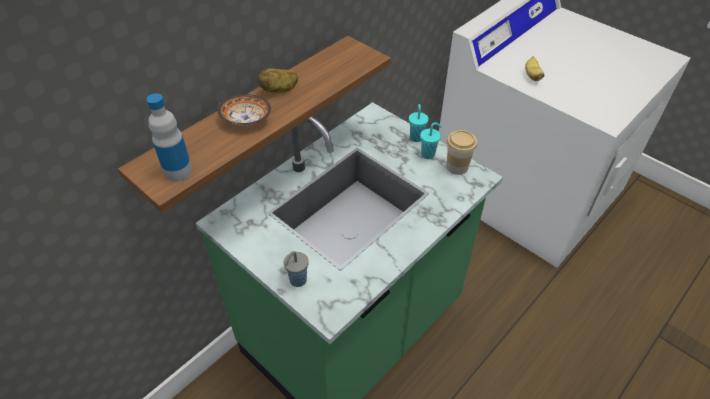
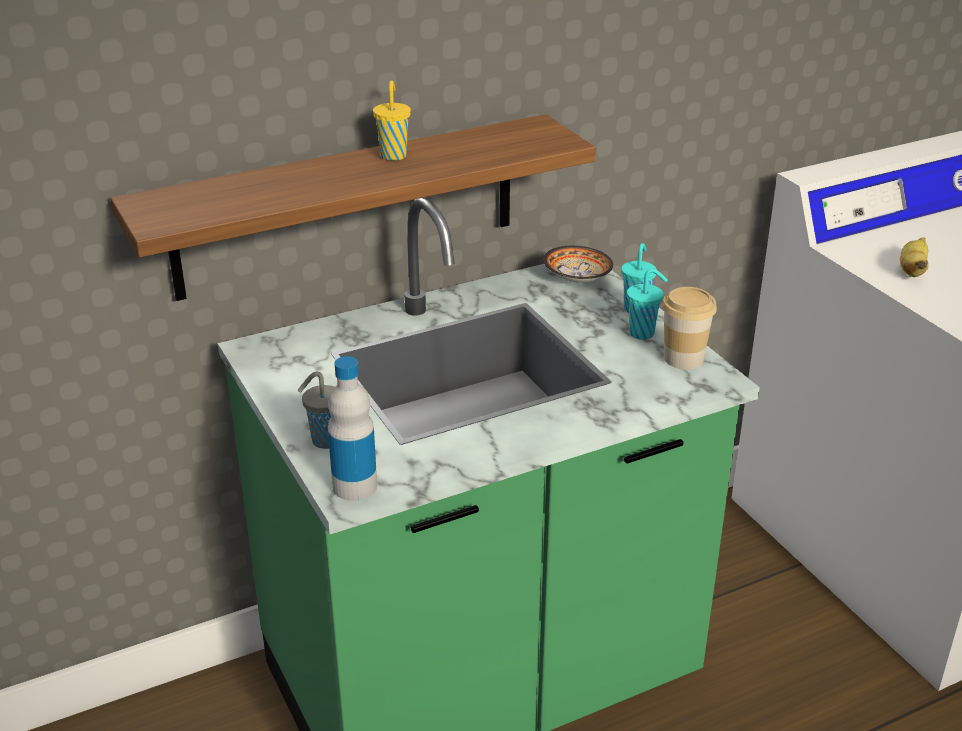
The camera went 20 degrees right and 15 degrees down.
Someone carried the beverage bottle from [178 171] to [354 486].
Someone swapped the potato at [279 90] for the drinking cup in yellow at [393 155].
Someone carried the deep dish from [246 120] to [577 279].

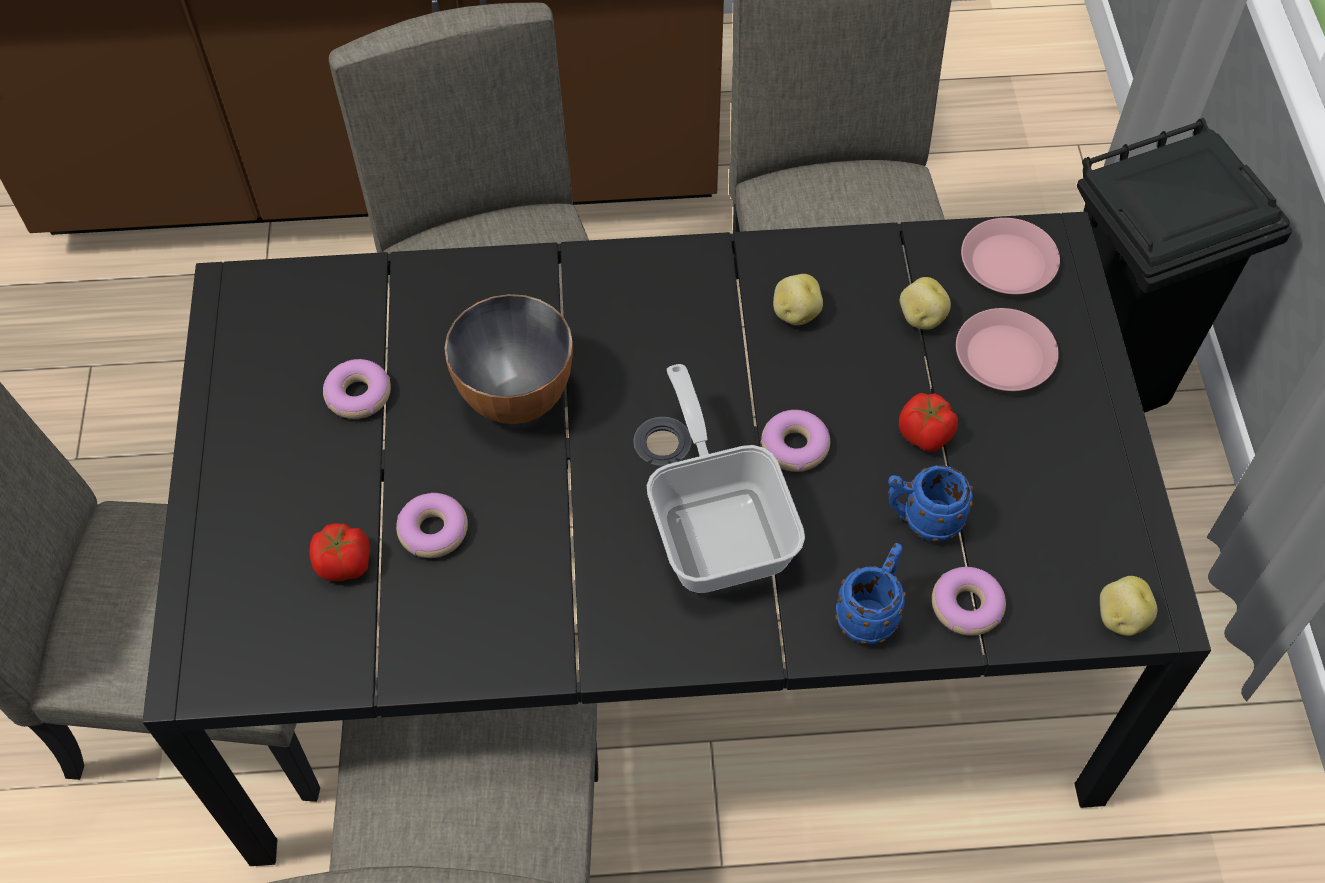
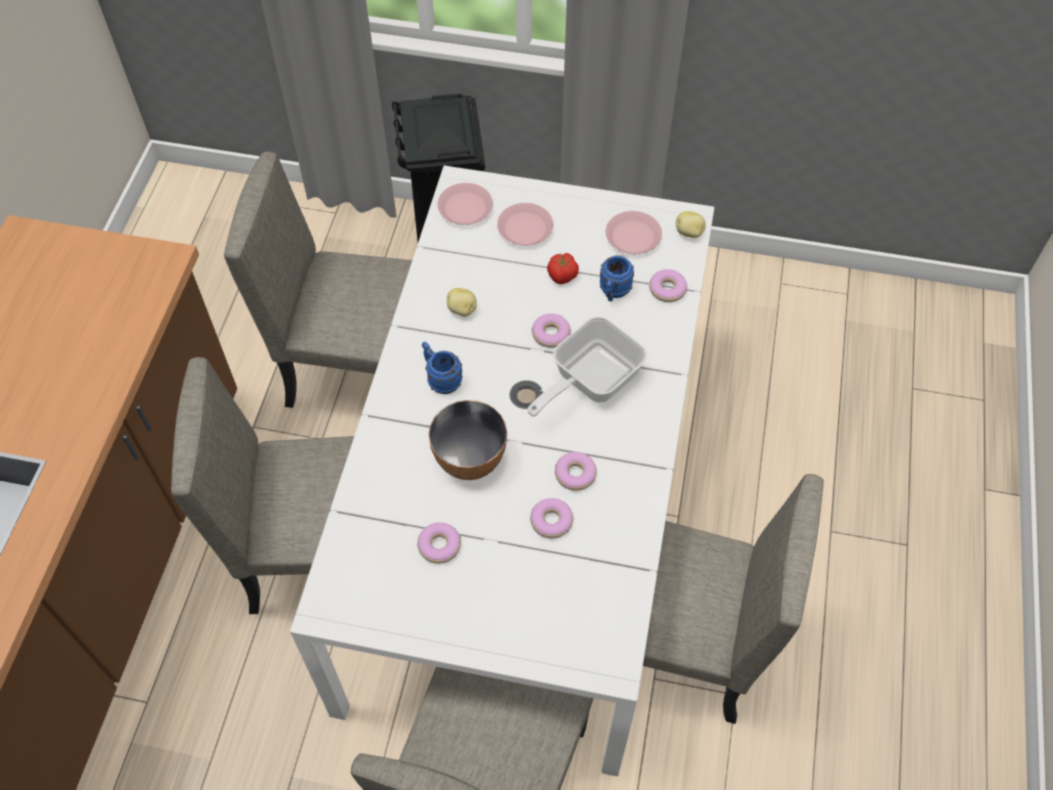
The camera went 75 degrees left and 0 degrees up.
Someone repainted the kitchen table in black at [664 625], which became the kitchen table in white-coloured at [525 508].
Someone carried the tea mug in blue-coloured from [871 612] to [441 379].
Someone rotated the skillet at [719 523] by 45 degrees counterclockwise.
Someone put down the ring doughnut at [575 474].
Someone put down the dinner plate in pink at [633 236].
Someone took away the fresh tomato at [345 564].
Someone took away the potato at [921 317].

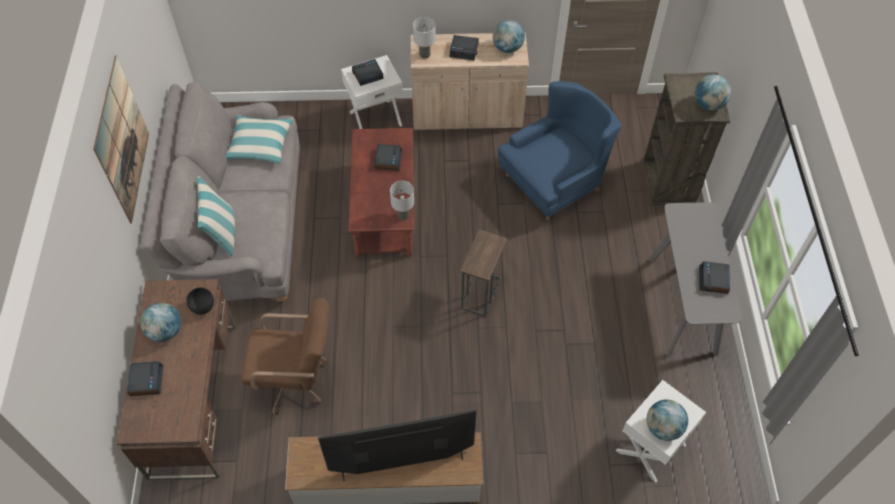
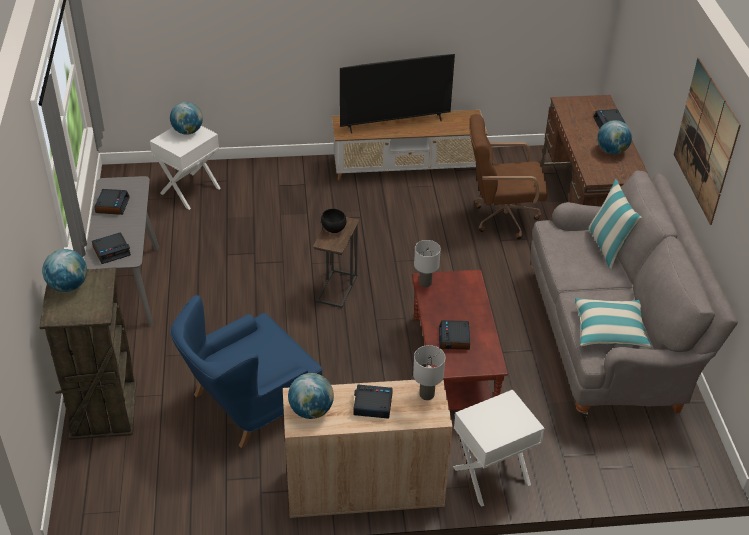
The camera went 175 degrees right and 15 degrees down.
Someone carried the table clock from [367 75] to [112 251].
Someone carried the deep dish in black from [203 307] to [333 229].

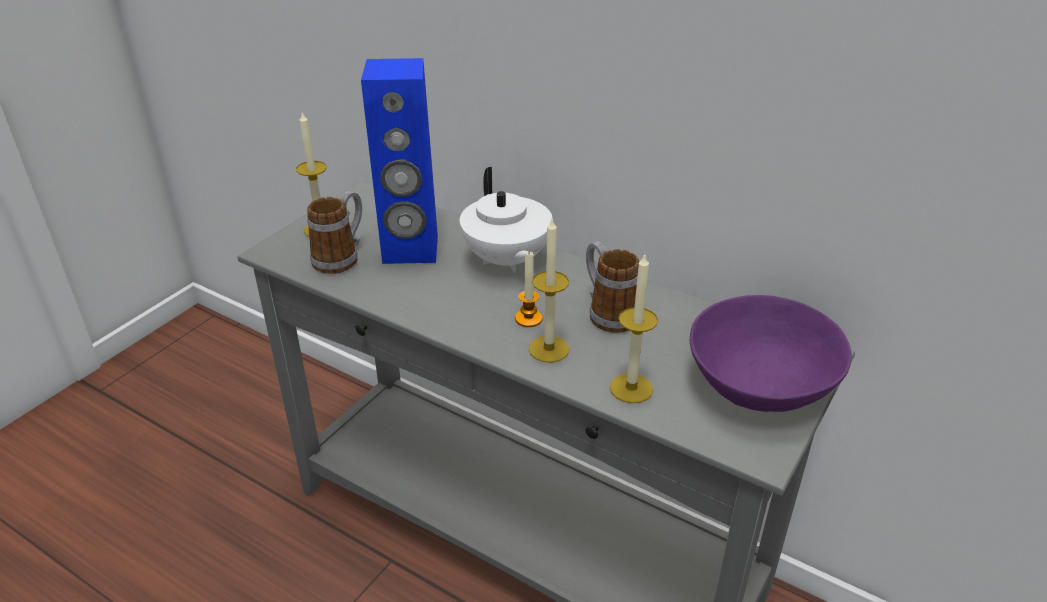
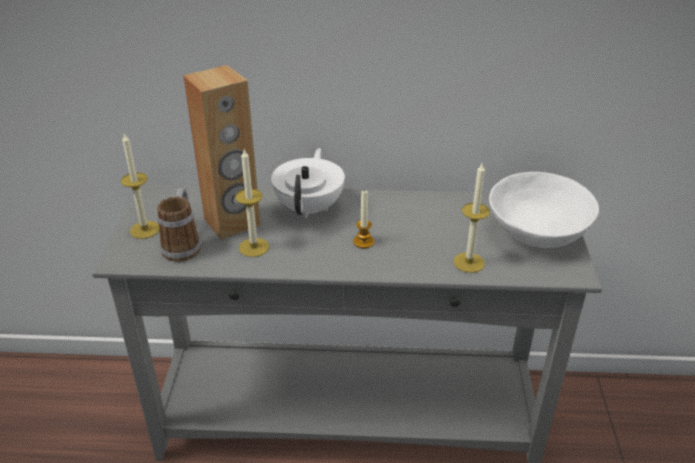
The camera went 30 degrees left and 0 degrees up.
Someone repainted the audio speaker in blue-coloured at [410 250], which became the audio speaker in brown at [232 223].
Someone carried the wax light from [549 349] to [254 247].
Someone rotated the pot for tea in white-coloured at [506 260] by 120 degrees counterclockwise.
Someone repainted the deep dish in purple-coloured at [760 383], which became the deep dish in white-coloured at [536 231].
Someone took away the tea mug at [607 312].

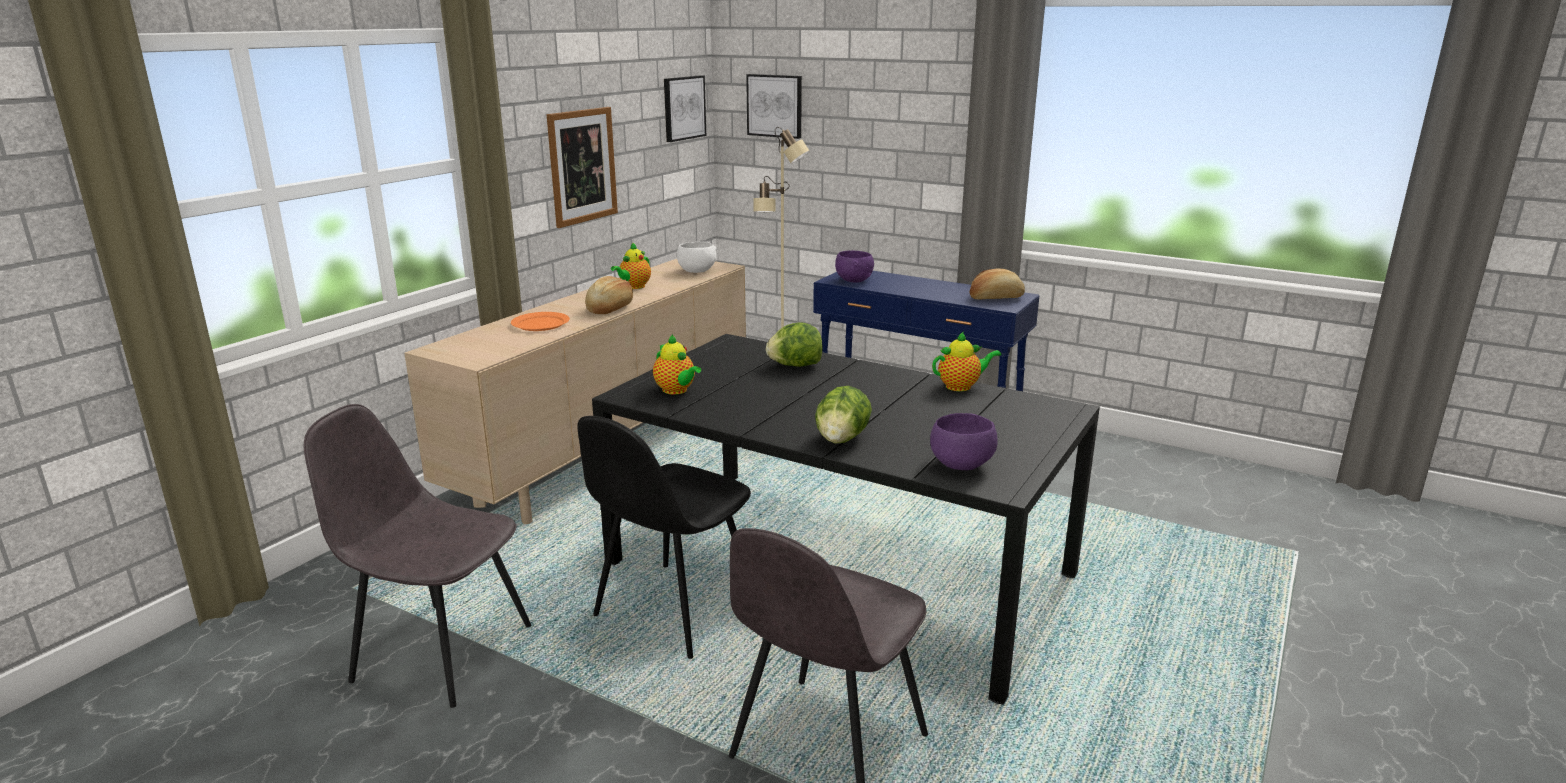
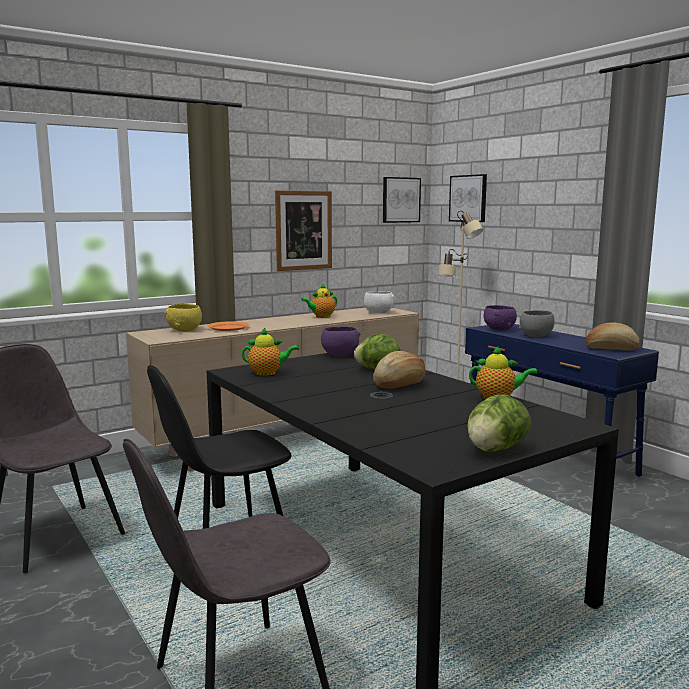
The camera went 25 degrees right and 10 degrees down.
Someone put down the deep dish in yellow at [185 330].
Someone rotated the pot for tea at [676 391] by 75 degrees counterclockwise.
Someone carried the deep dish in purple-coloured from [960 465] to [339 355].
Someone carried the bakery bread from [610 308] to [400 384].
Someone carried the lettuce head from [842 439] to [495 450].
Someone put down the deep dish in gray at [536 336].

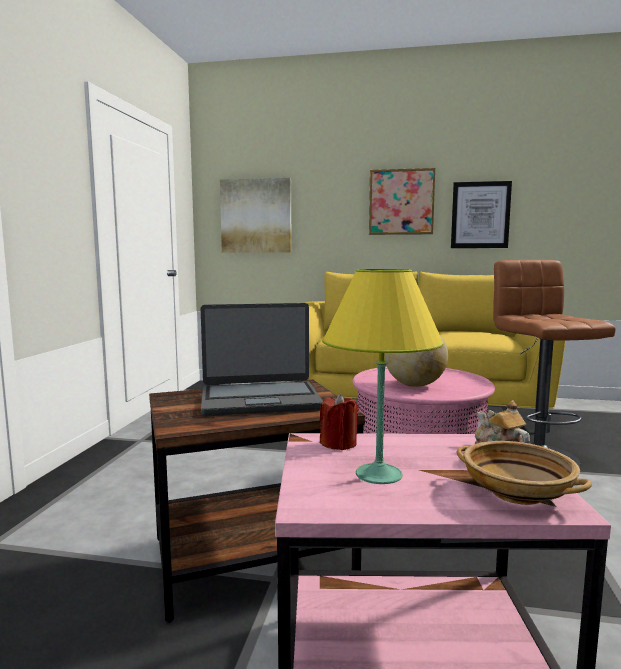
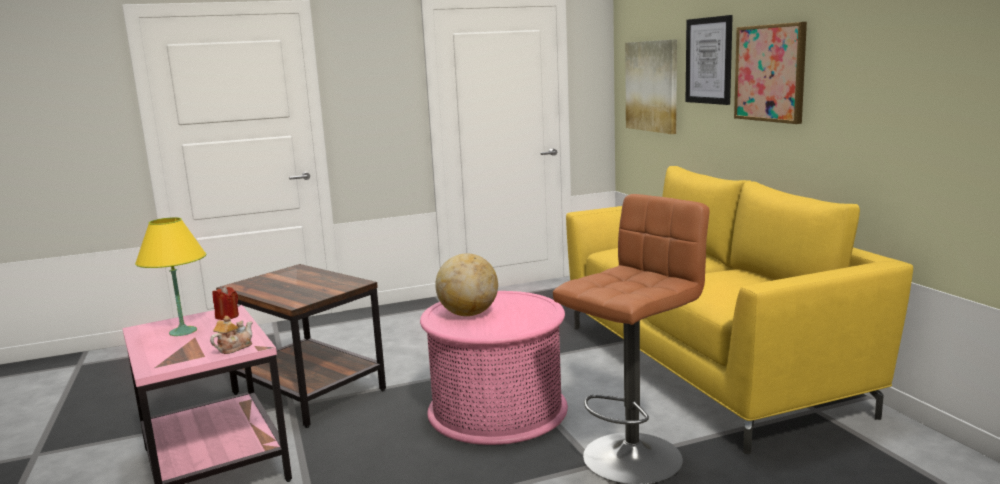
The camera went 60 degrees right and 5 degrees up.
Someone carried the wall art from [480 215] to [709 60].
Someone took away the notebook computer at [260 399].
Someone took away the deep dish in beige-coloured at [518 493].

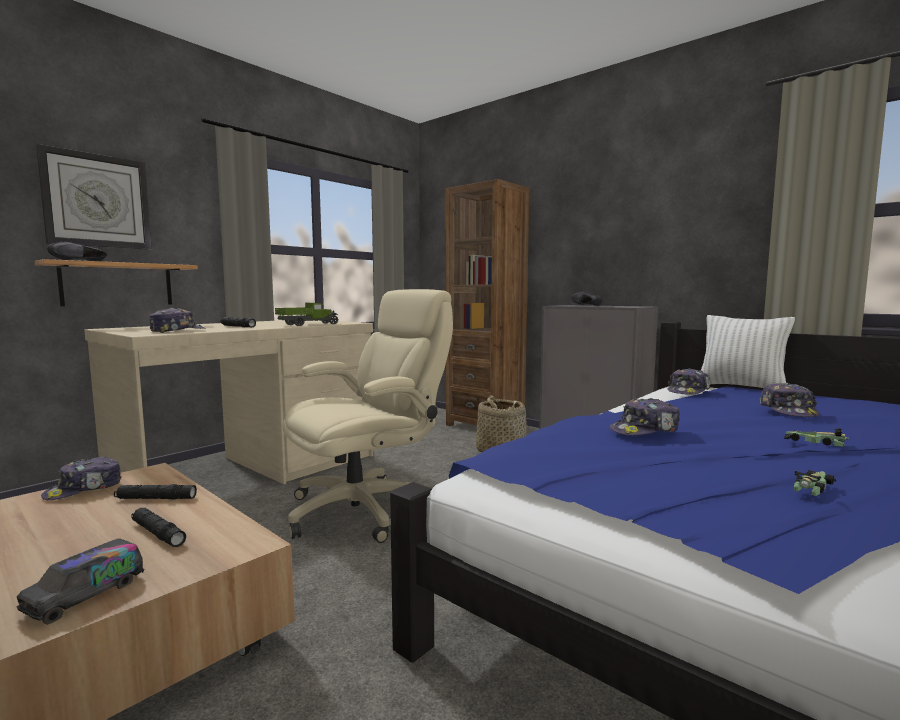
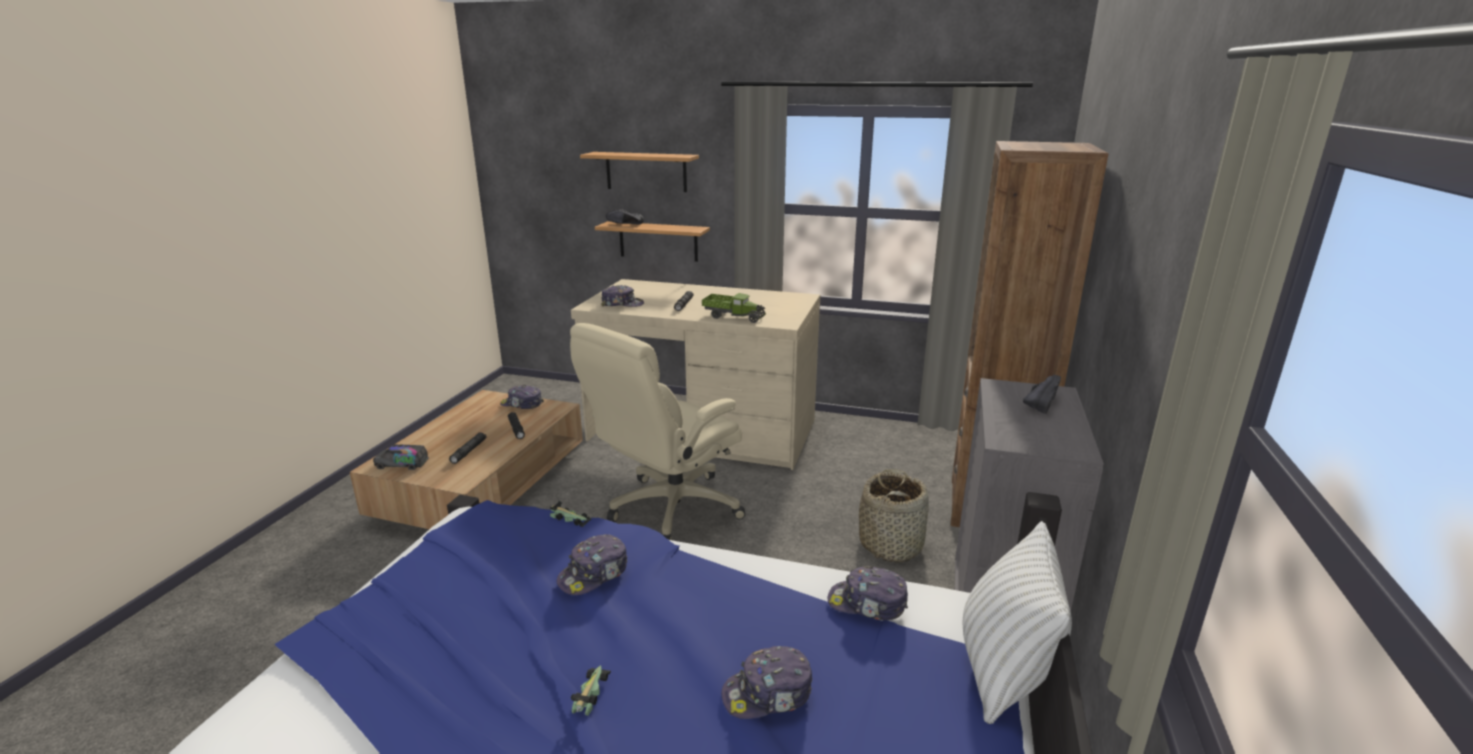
The camera went 65 degrees right and 15 degrees up.
Someone carried the model car from [813 486] to [569 518].
Someone rotated the peaked cap at [645 430] by 90 degrees counterclockwise.
Someone rotated the computer chair in beige-coloured at [367 509] by 105 degrees clockwise.
Someone swapped the hanging clock at [97 201] for the wall shelf at [646 171].

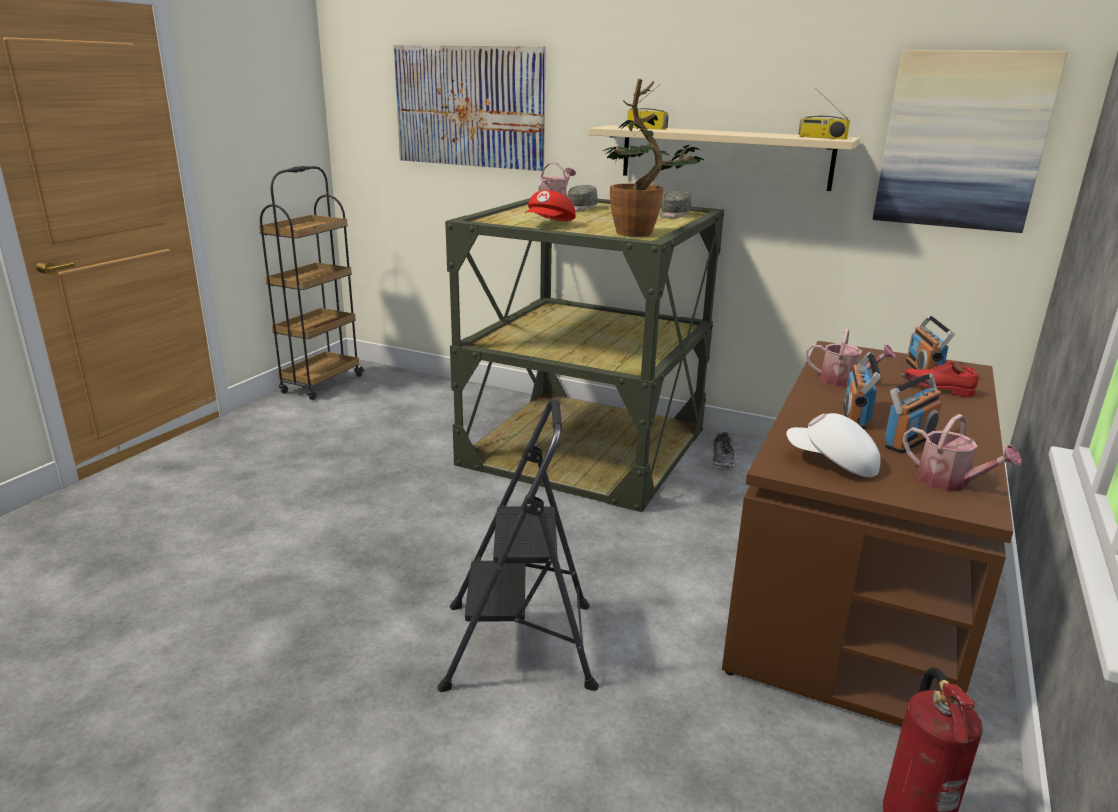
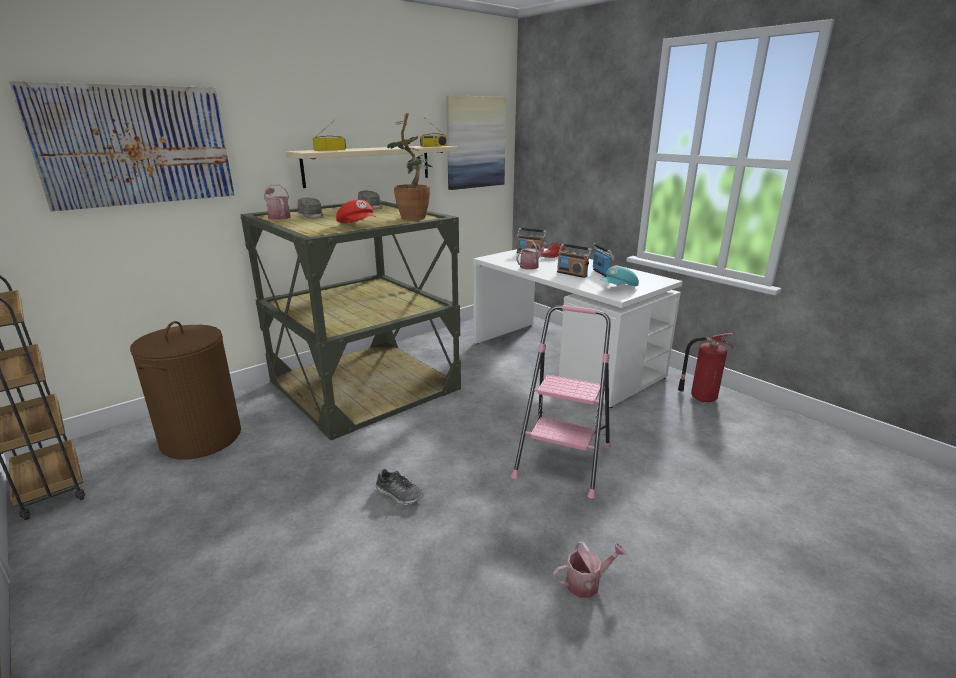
The camera went 65 degrees left and 0 degrees up.
Someone put down the washing basket in brown at [201 438].
Someone carried the shoe from [722 459] to [399 494].
Someone repainted the desk table in brown at [855 586], which became the desk table in white-coloured at [564 359].
Someone repainted the stepladder in black at [524 644], which became the stepladder in pink at [564 458].
Someone carried the watering pot from [950 482] to [587 582].
Someone repainted the peaked cap in white-coloured at [832 463], which became the peaked cap in blue-green at [619 288].

